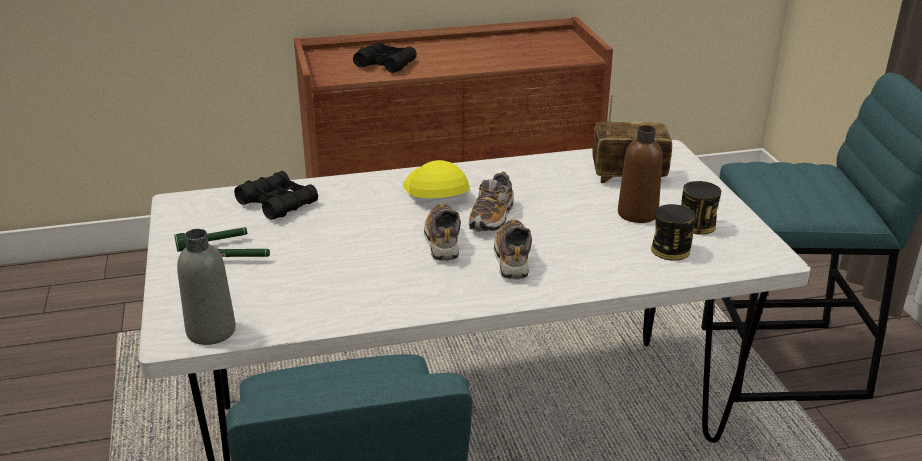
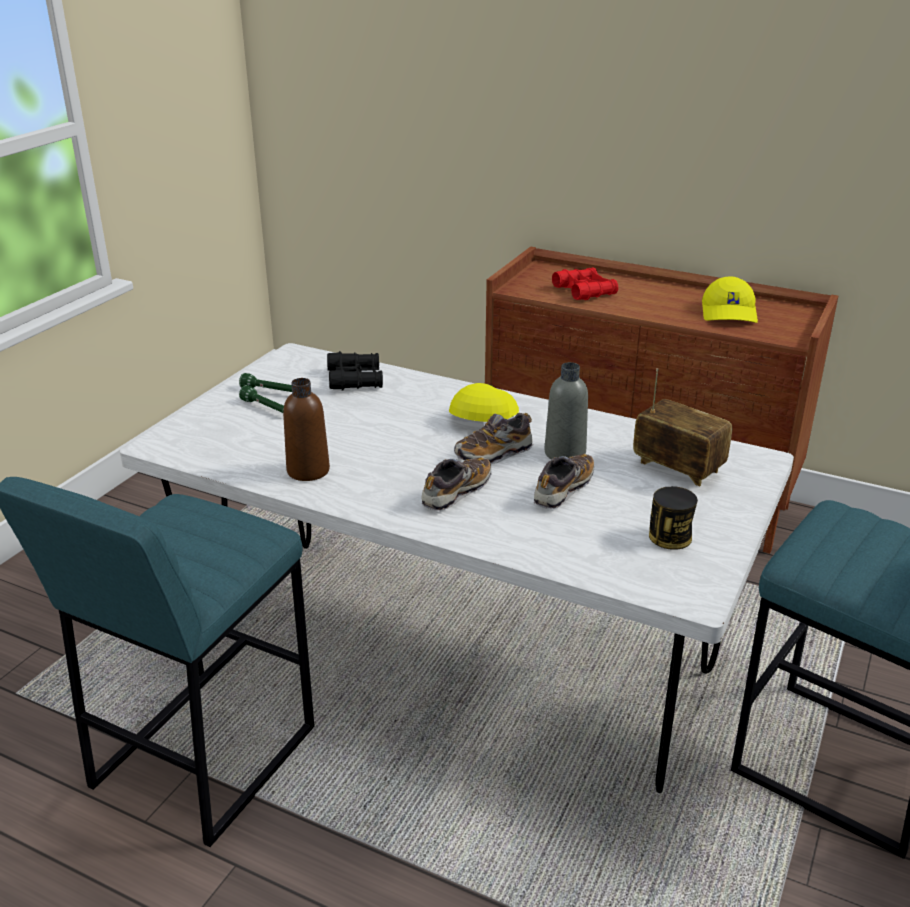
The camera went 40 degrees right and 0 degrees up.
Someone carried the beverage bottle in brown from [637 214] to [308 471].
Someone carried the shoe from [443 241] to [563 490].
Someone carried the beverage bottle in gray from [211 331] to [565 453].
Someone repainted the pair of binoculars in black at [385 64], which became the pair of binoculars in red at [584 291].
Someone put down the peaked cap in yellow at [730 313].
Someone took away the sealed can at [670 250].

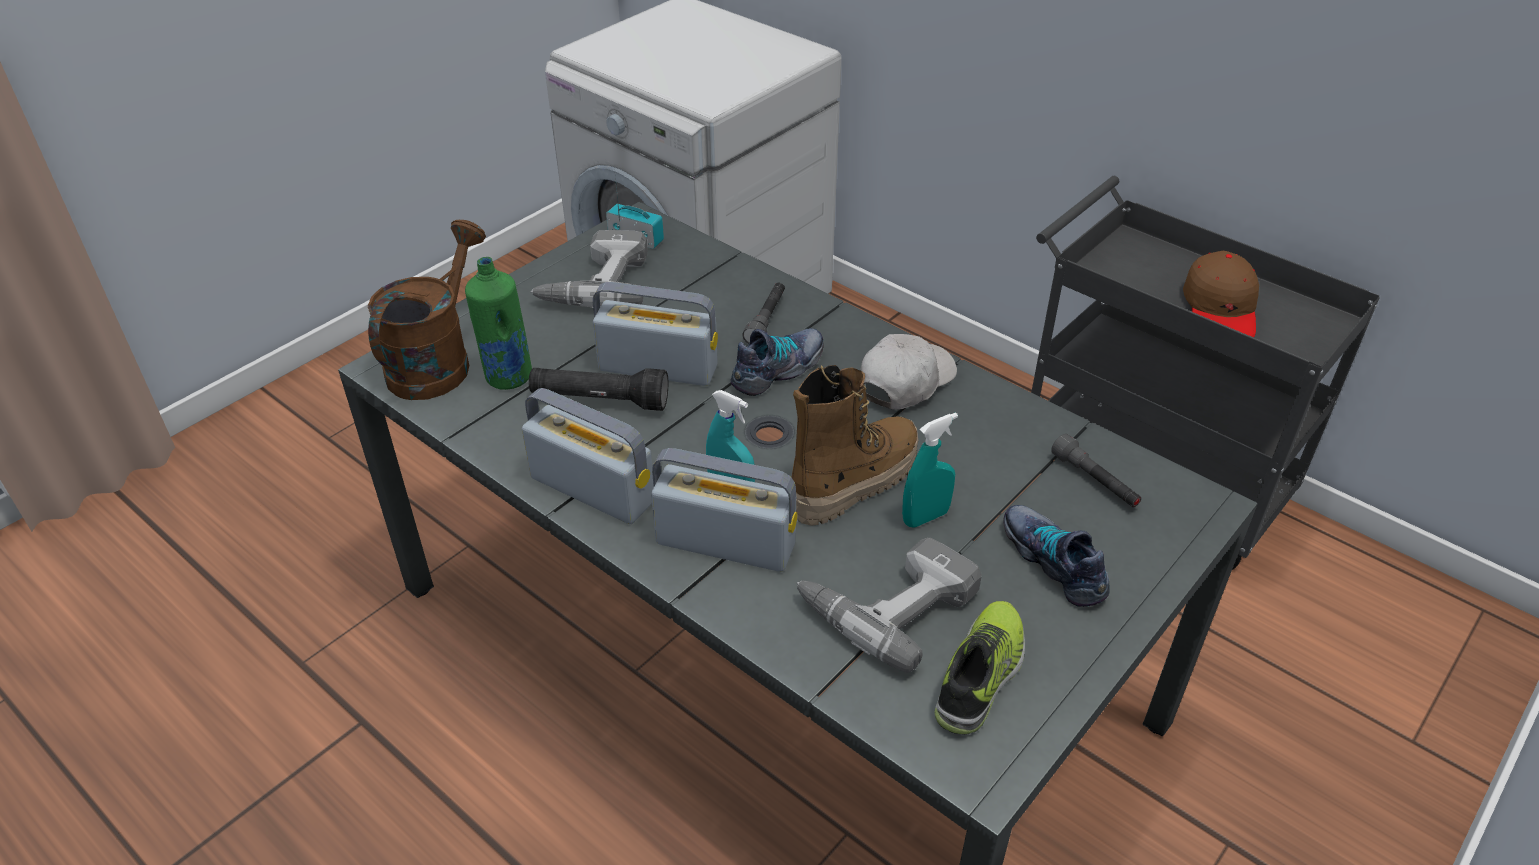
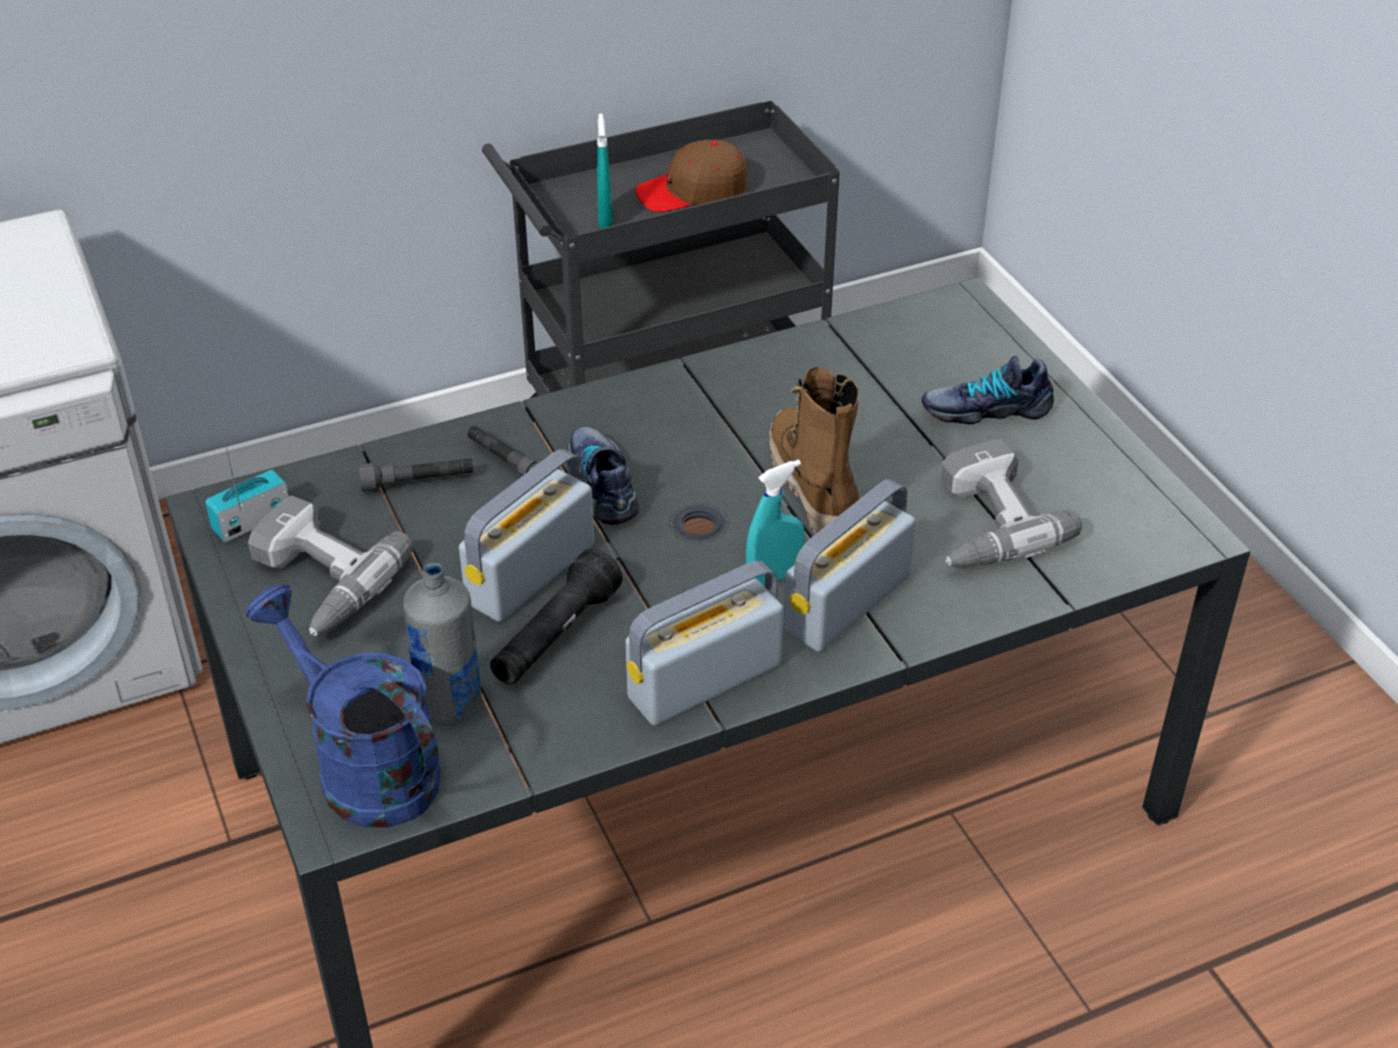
The camera went 65 degrees left and 0 degrees up.
Someone repainted the watering pot in brown at [436 361], which became the watering pot in blue-coloured at [364 767].
Someone carried the flashlight in gray from [1095 481] to [418 482].
Someone repainted the beverage bottle in green-coloured at [508 377], which became the beverage bottle in gray at [450 706].
Someone carried the hand sprayer in blue-green from [925 517] to [605 220].
Someone rotated the peaked cap in brown at [1220 308] by 135 degrees clockwise.
Someone took away the peaked cap in white-coloured at [905 381].
Someone took away the shoe at [981 675].

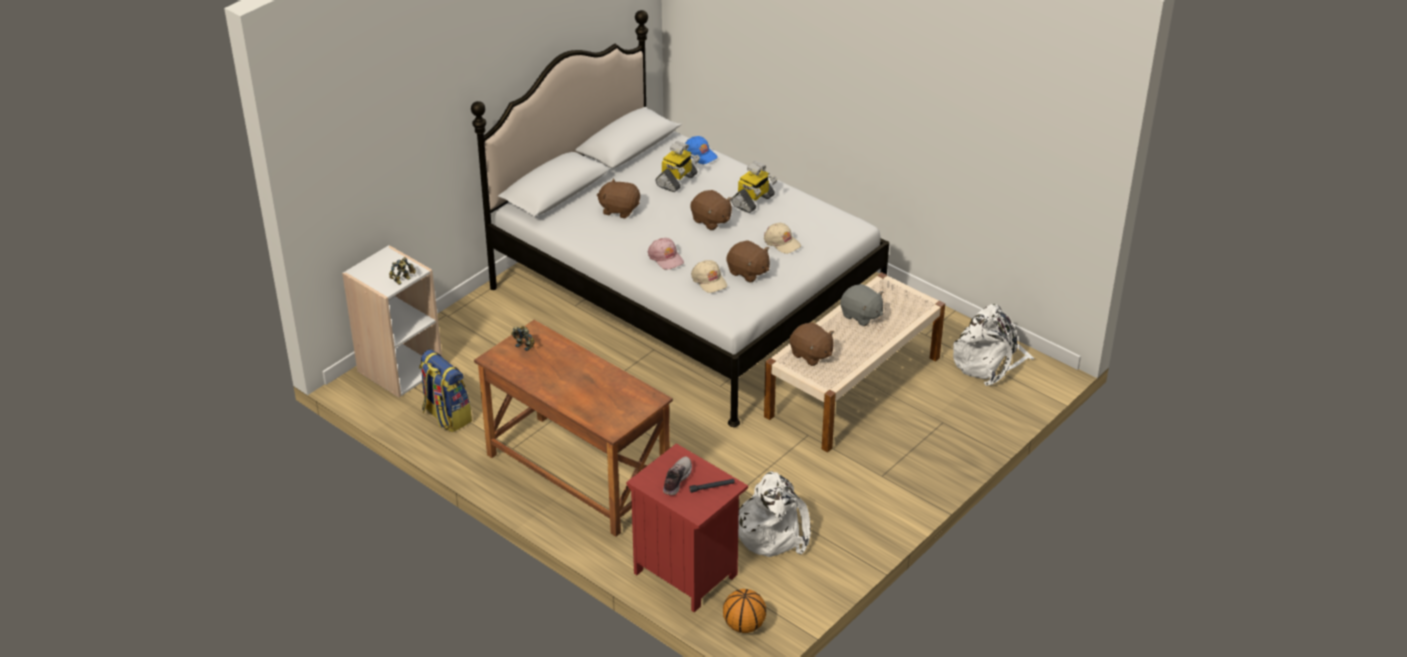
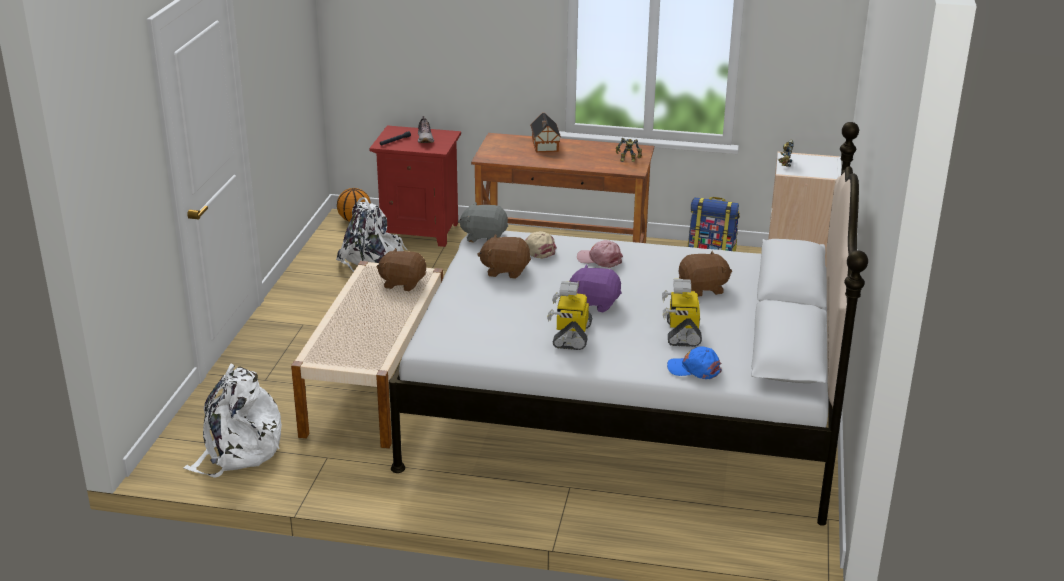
The camera went 150 degrees right and 10 degrees down.
Someone carried the soft toy in gray from [861 315] to [484 237].
Someone put down the model house at [545 146].
Someone repainted the soft toy in brown at [711 221], which became the soft toy in purple-coloured at [594 303].
Someone took away the peaked cap in beige-coloured at [782 242].

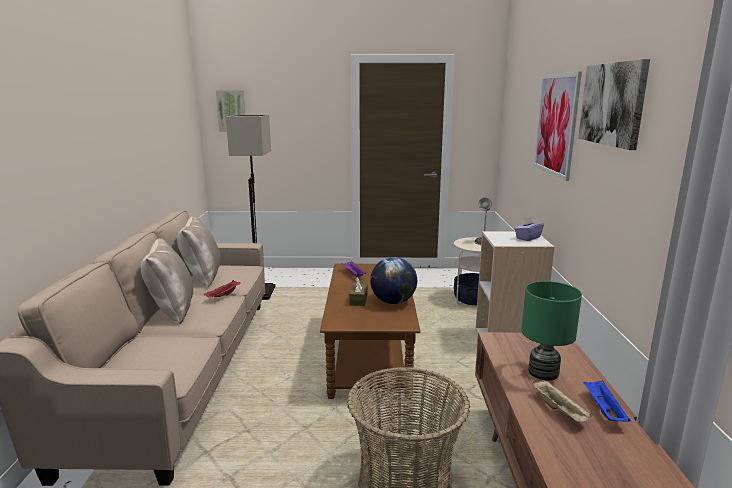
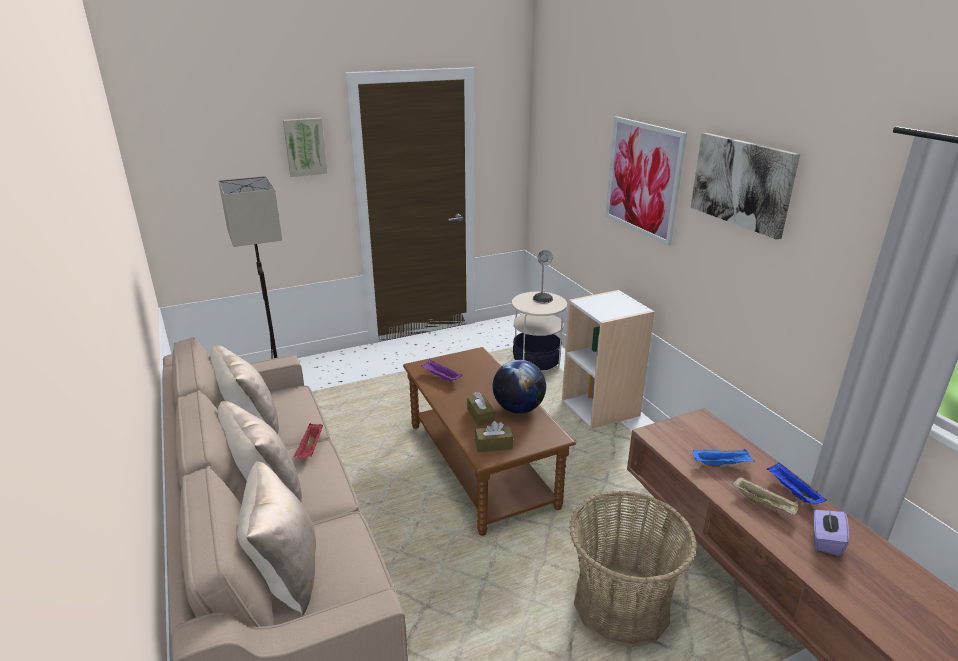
The camera went 25 degrees left and 10 degrees up.
Someone put down the cushion in beige-coloured at [285 573].
Someone carried the wall art from [231 110] to [305 147].
Someone put down the tissue box in brown at [493 445].
Someone swapped the lamp for a table in green-coloured at [543 372] for the tray in blue-coloured at [721 464].
Someone carried the tissue box in purple-coloured from [527 238] to [825 541].

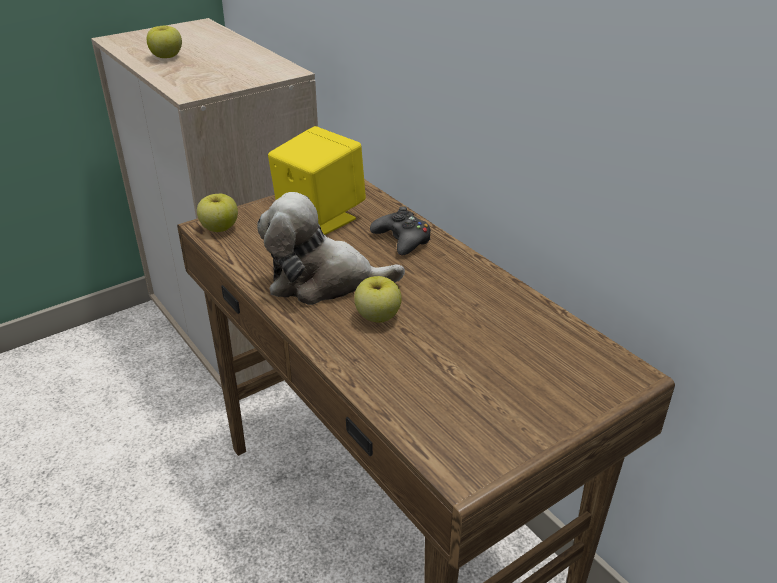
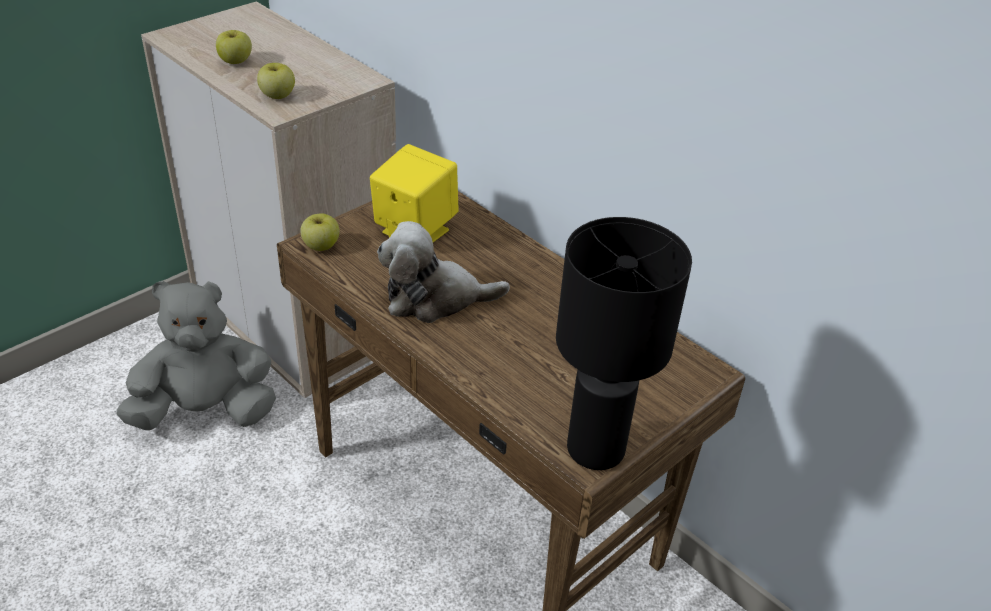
The camera went 10 degrees left and 5 degrees up.
Someone put down the soft toy in gray at [205 411].
Someone carried the apple fruit from [377 316] to [277 96].
Someone put down the lamp for a table in black at [594 449].
Someone took away the joypad in black at [402 240].

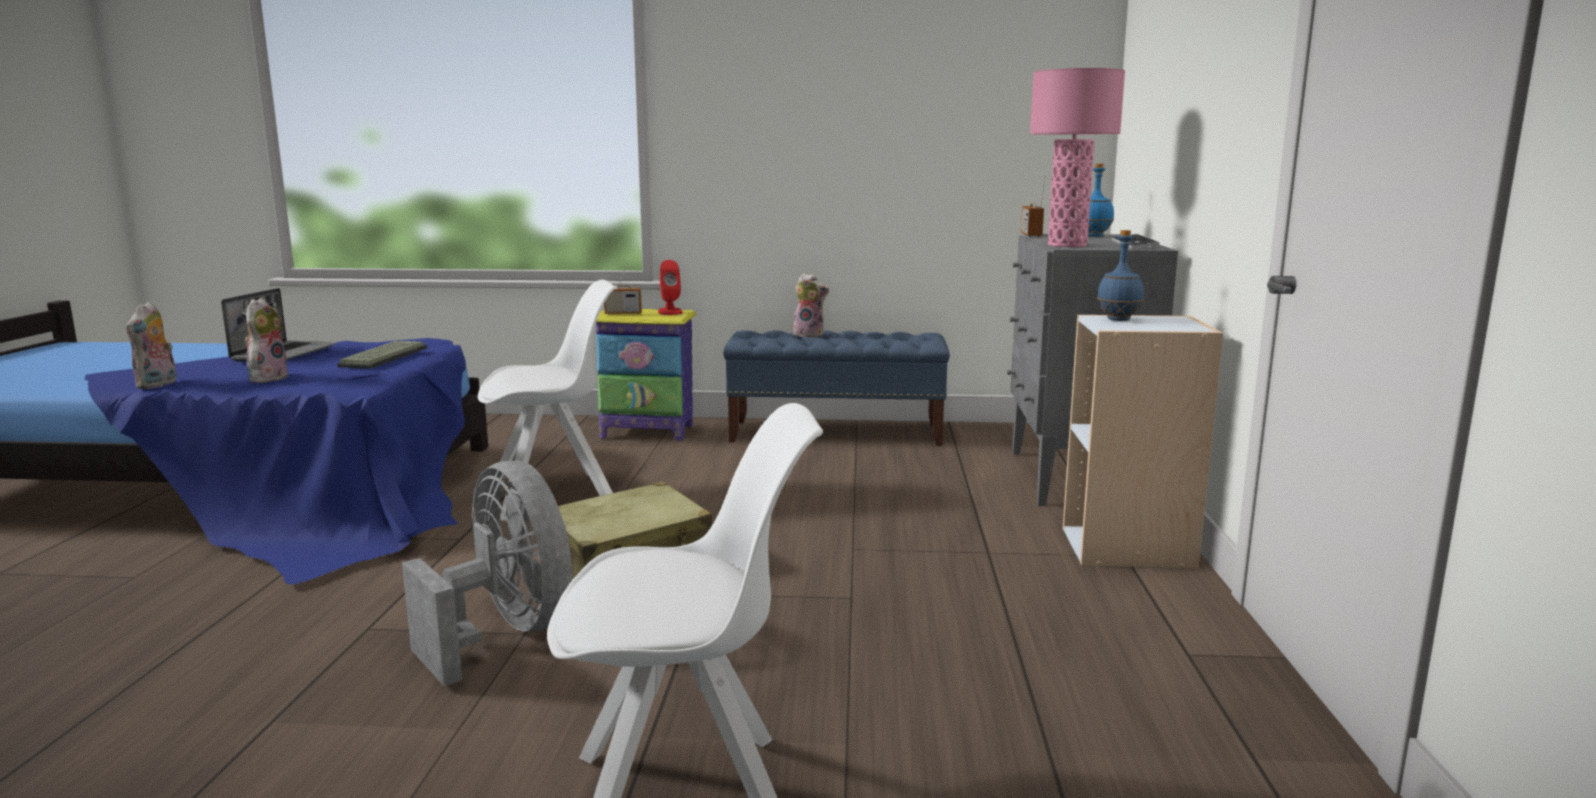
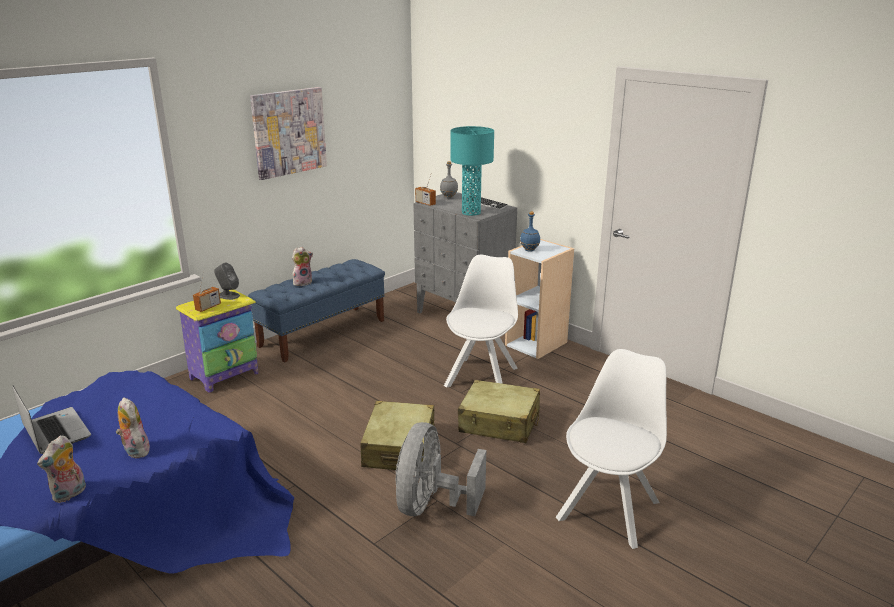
The camera went 50 degrees left and 10 degrees up.
Someone rotated the soft toy at [158 385] by 75 degrees clockwise.
Someone repainted the audio speaker in red at [670 312], which became the audio speaker in gray at [228 295].
Someone put up the wall art at [289 132].
Someone rotated the fan in gray at [506 633] by 75 degrees counterclockwise.
Someone repainted the beverage bottle in blue-coloured at [1093 236], which became the beverage bottle in gray at [449 197].
Someone carried the plain chair in white-coloured from [555 496] to [482 376].
Someone repainted the lamp for a table in pink at [1067 245], which became the lamp for a table in blue-green at [471 213].
Someone put down the piece of luggage in beige-coloured at [499 423].
Someone took away the computer keyboard at [383 356].

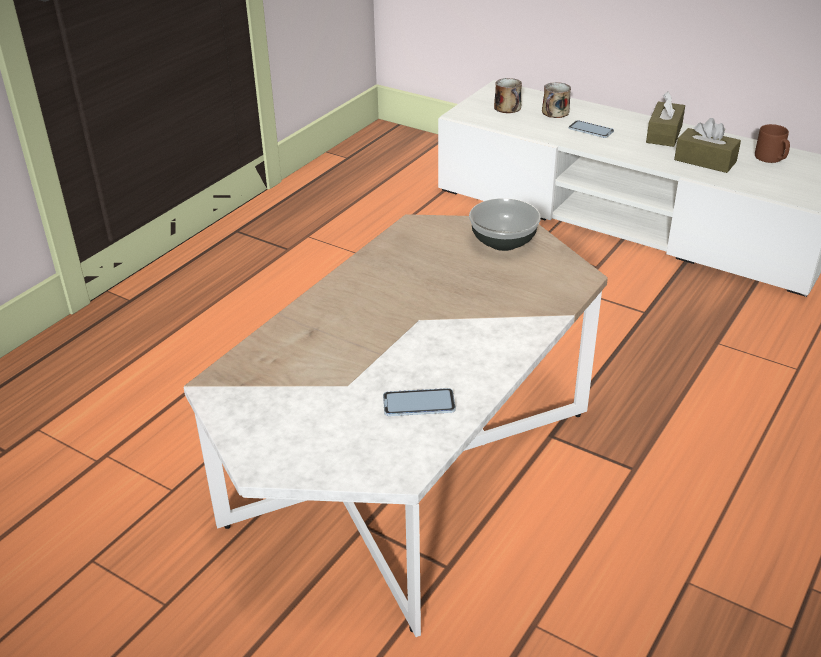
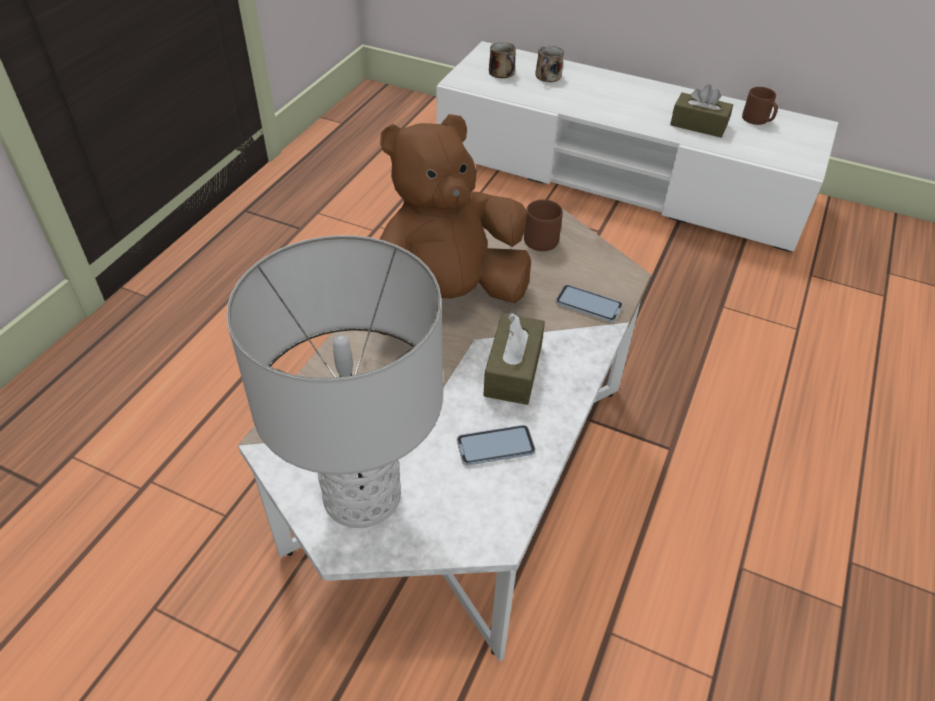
The camera went 10 degrees left and 10 degrees up.
Someone put down the lamp for a table in white-coloured at [362 496].
Someone put down the soft toy in brown at [446 301].
Someone carried the tissue box in brown from [664 134] to [513 370].
Someone swapped the deep dish at [502 242] for the tea mug in brown at [539 238].
Someone carried the phone from [591 130] to [588 305].

